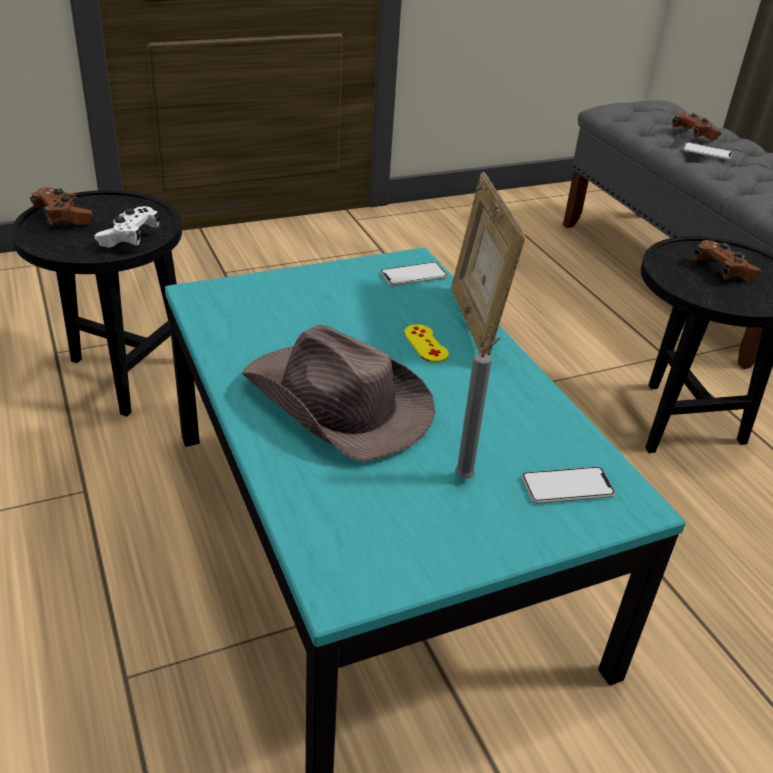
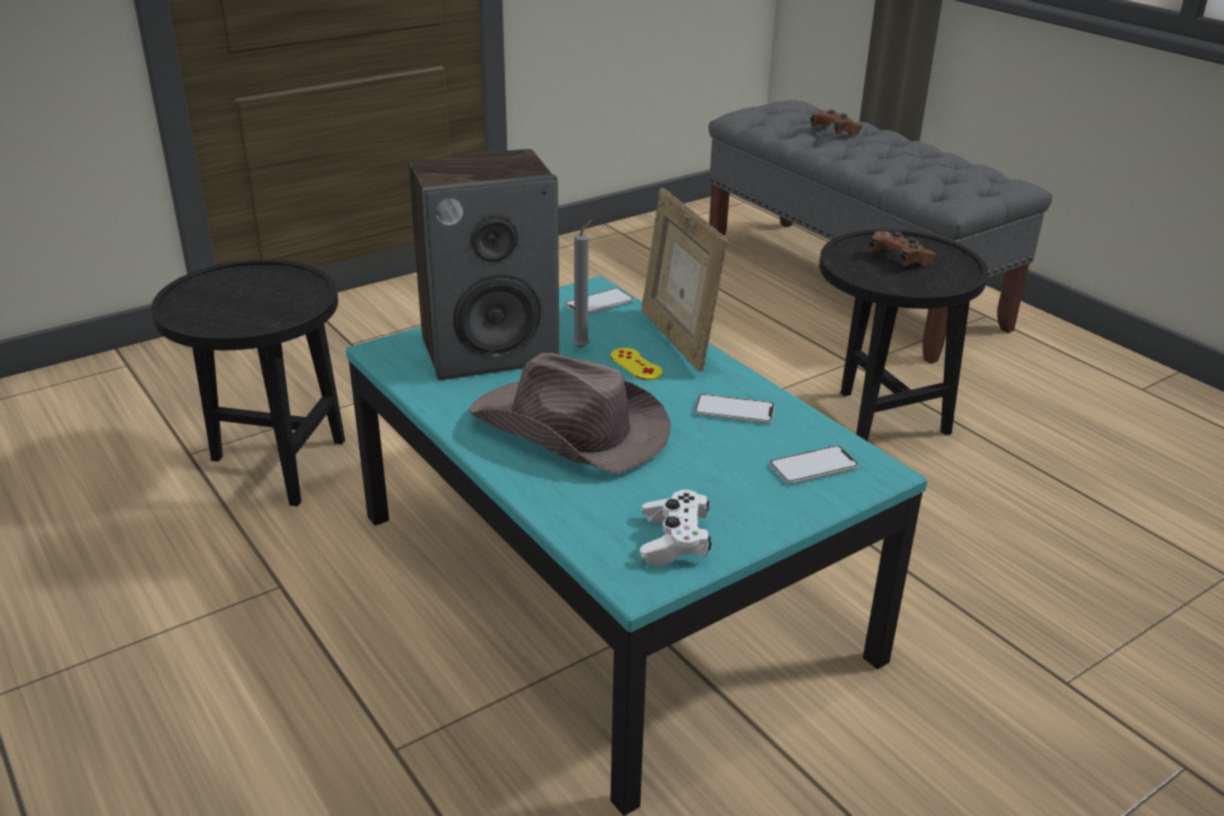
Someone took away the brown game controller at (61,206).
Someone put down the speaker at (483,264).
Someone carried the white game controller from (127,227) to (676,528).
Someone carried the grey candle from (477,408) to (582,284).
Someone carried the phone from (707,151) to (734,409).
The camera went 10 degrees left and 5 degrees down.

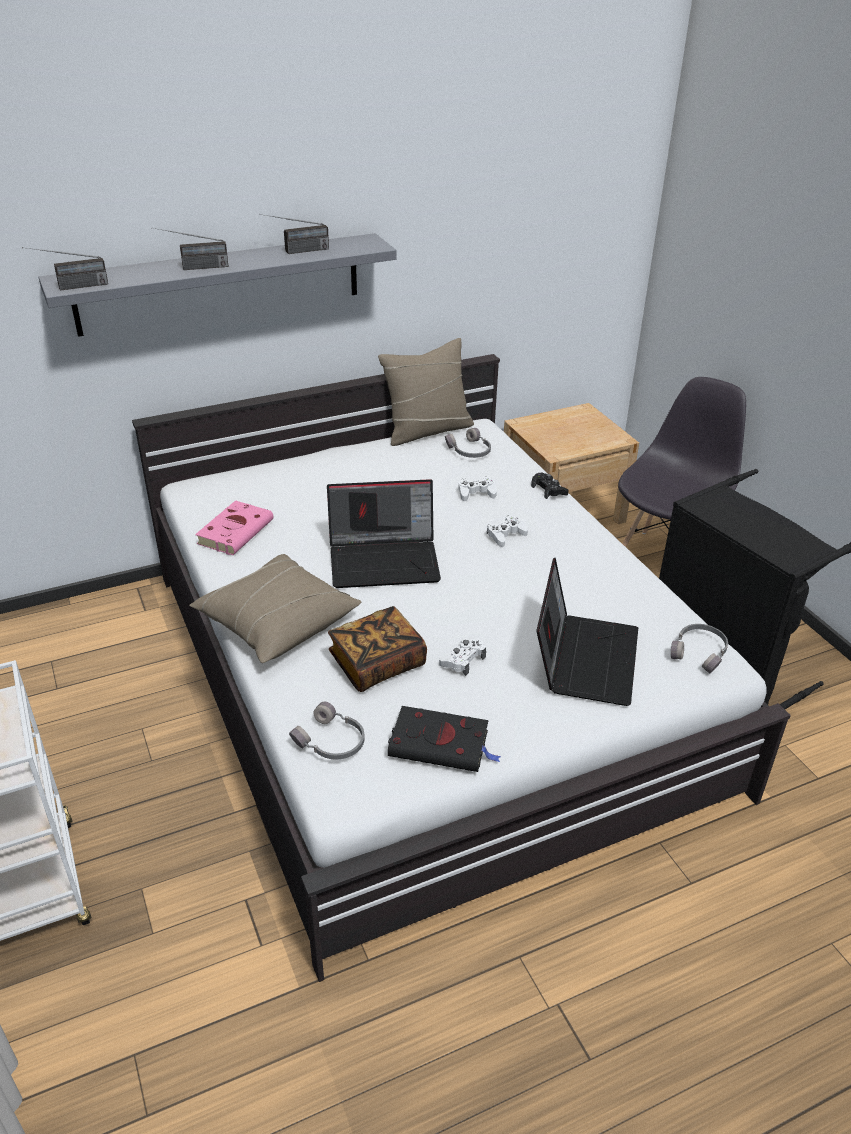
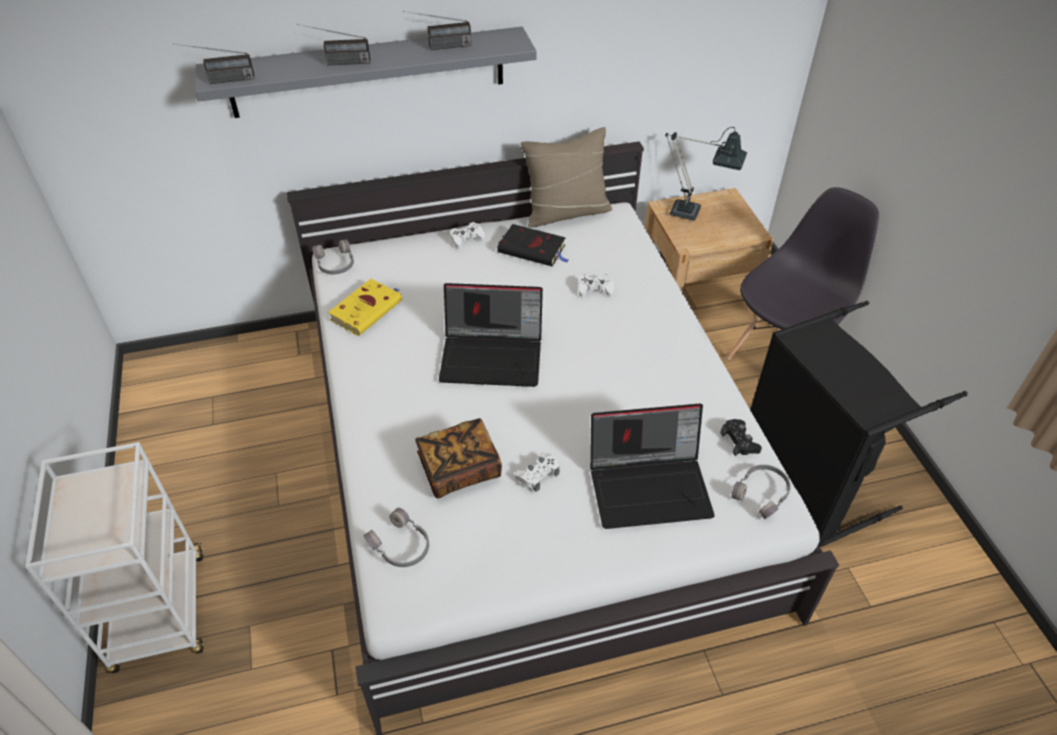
Someone took away the beige pillow at (275,608).
Someone put down the table lamp at (706,173).
Someone carried the black book from (444,739) to (532,245).
Someone carried the grey headphones from (468,443) to (333,256).
Someone carried the white game controller from (507,531) to (467,235).
Someone carried the black game controller from (550,485) to (741,437).
Someone repainted the pink book at (234,527), which became the yellow book at (365,307).
Someone rotated the laptop at (587,632) by 60 degrees clockwise.
The camera went 10 degrees right and 10 degrees up.

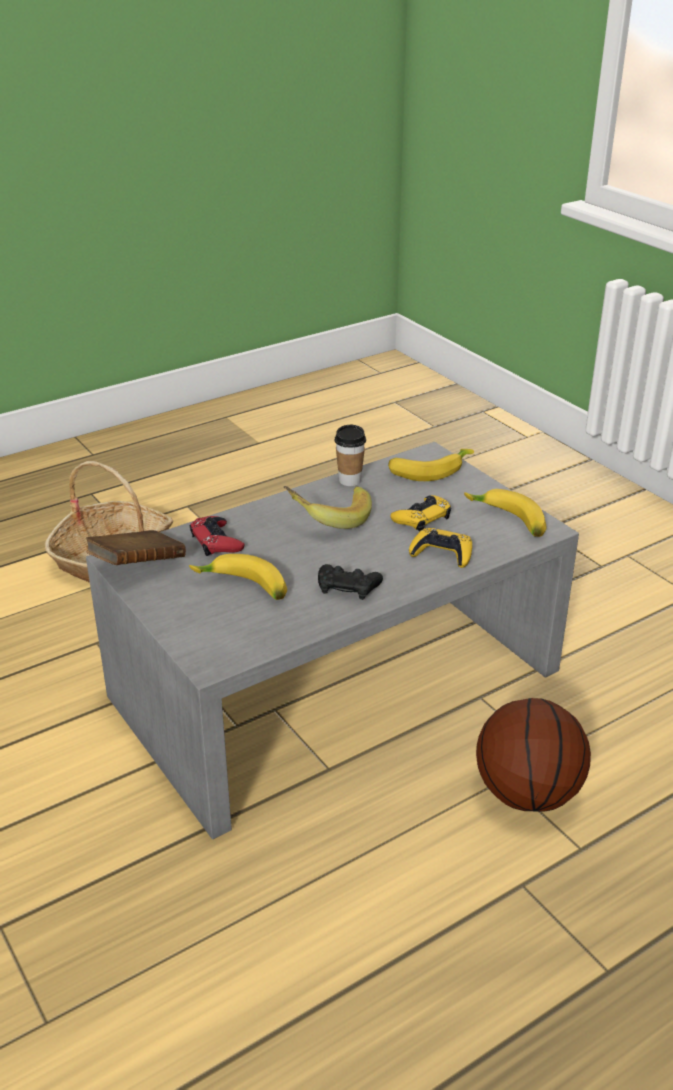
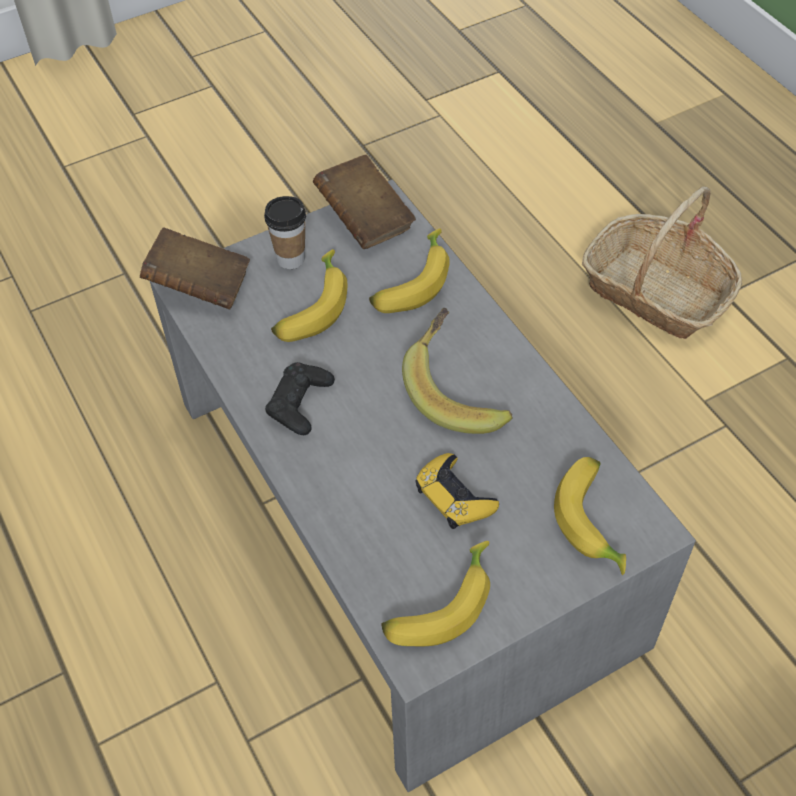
Someone took away the yellow game controller at (440,548).
Someone took away the basketball at (533,755).
Someone put down the brown book at (195,268).
Someone carried the cup from (350,455) to (285,232).
Someone swapped the red game controller at (217,536) for the banana at (409,270).
The camera went 95 degrees right and 20 degrees up.

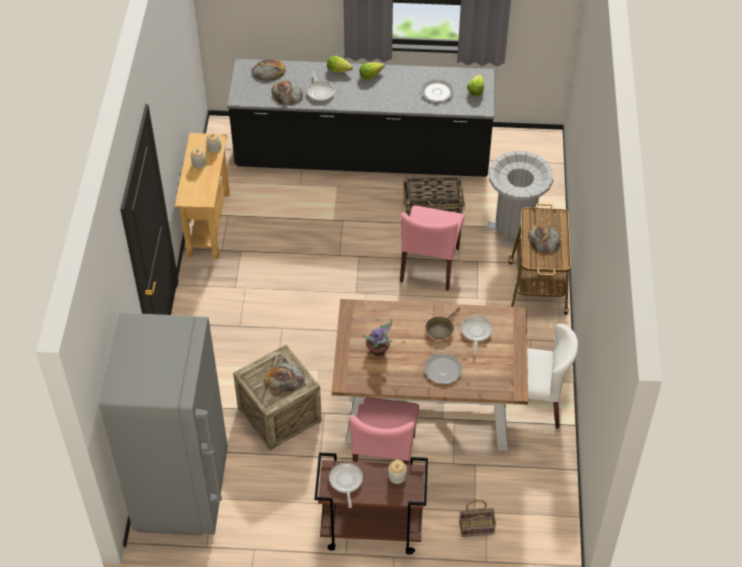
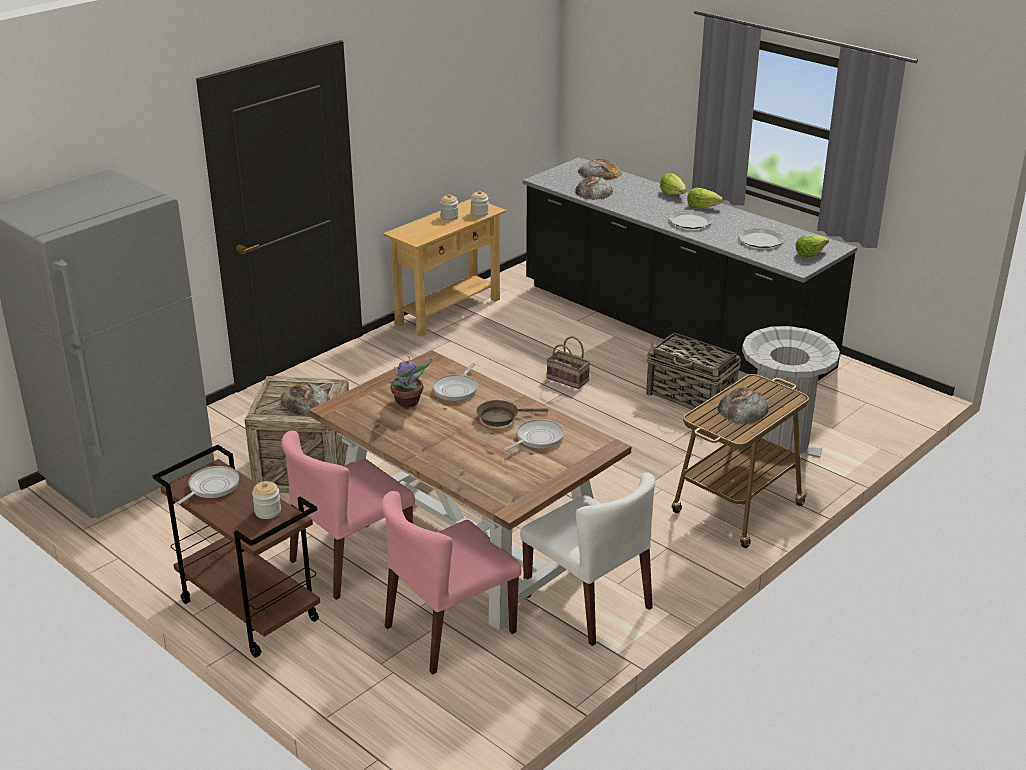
Someone carried the frying pan from (321,86) to (455,382).
Someone carried the pink chair from (432,248) to (452,583).
Someone carried the plate from (443,368) to (690,219).
Someone carried the basket from (477,518) to (568,362).
The camera went 40 degrees right and 20 degrees down.

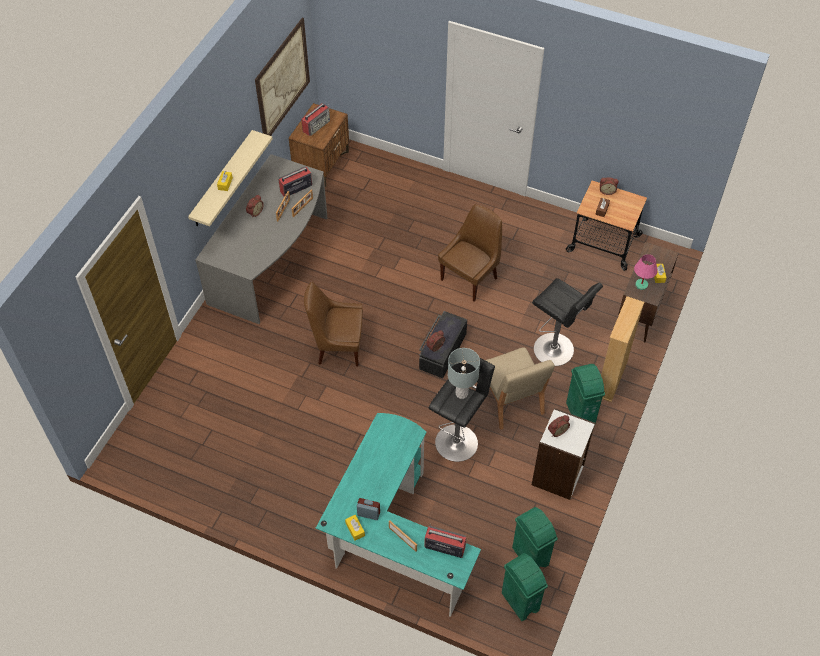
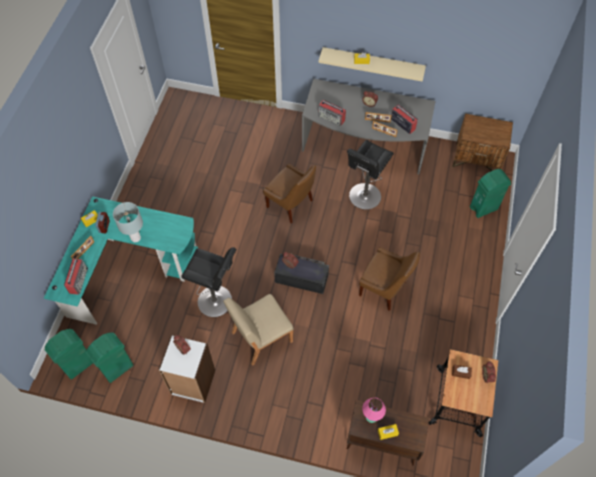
Someone took away the picture at (282,77).
Someone took away the beige bookcase at (622,349).
Someone carried the radio from (315,119) to (332,113).
Someone carried the grey table lamp from (464,373) to (128,222).
Someone carried the black stool from (567,322) to (370,175).
Someone carried the green trash can from (585,394) to (490,193).
Someone rotated the brown chair at (333,324) by 135 degrees clockwise.
The camera went 80 degrees right and 5 degrees up.

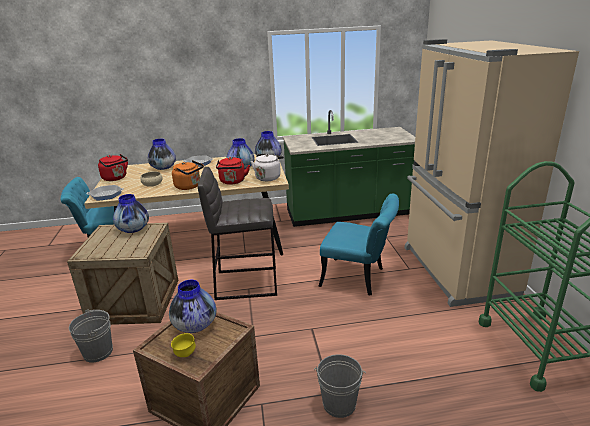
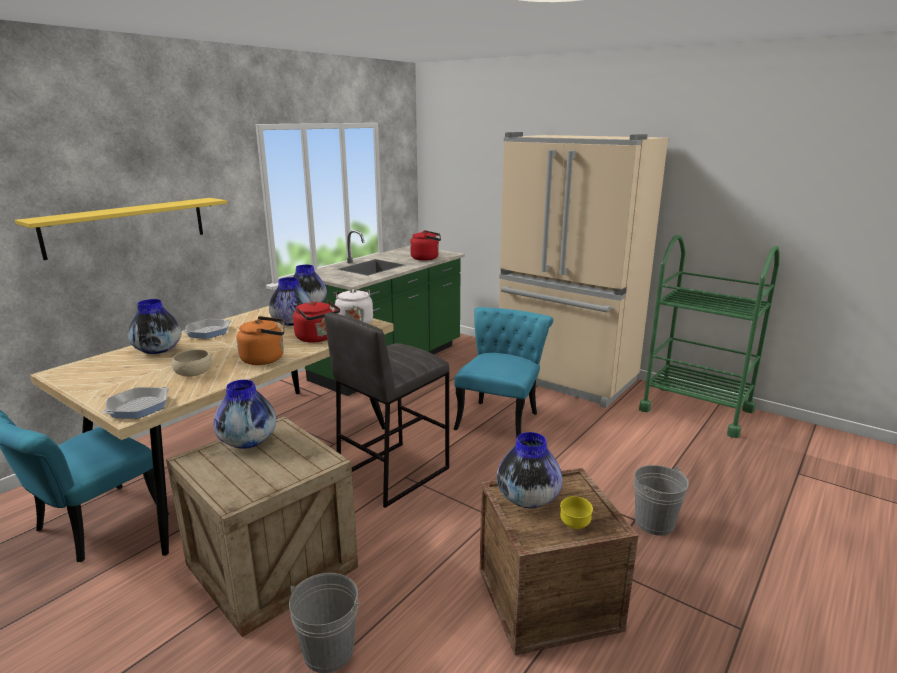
Someone put up the yellow shelf at (121,229).
Someone carried the red kettle from (113,167) to (425,245).
Someone rotated the turquoise chair at (358,244) by 45 degrees counterclockwise.
The camera went 45 degrees left and 5 degrees down.

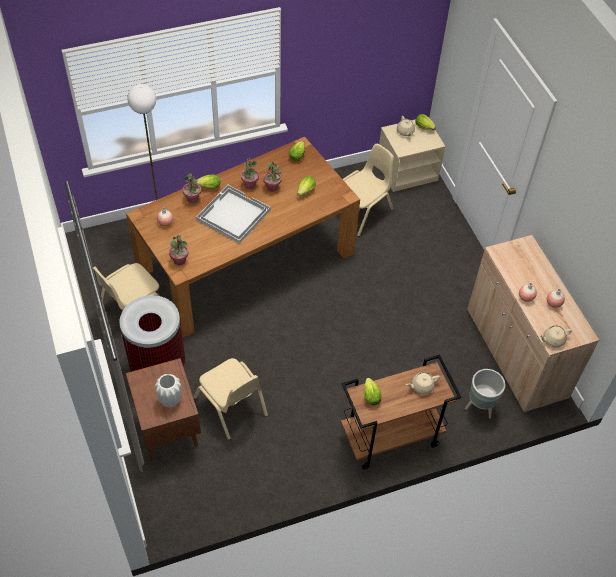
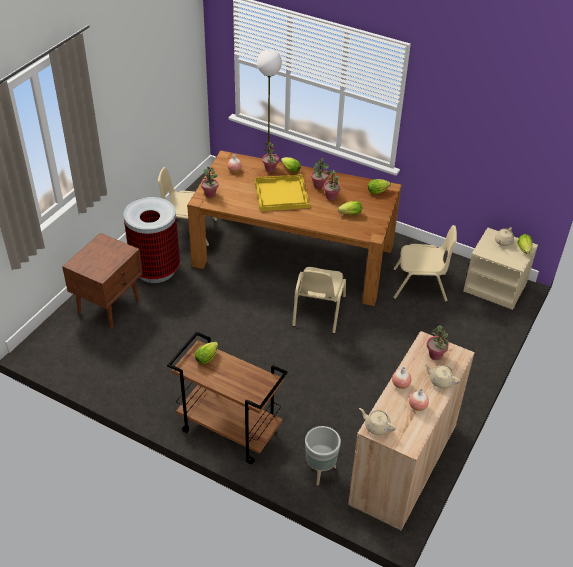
Someone took away the white vase at (168,390).
Someone put down the potted plant at (438,342).
Someone carried the beige chair from (231,399) to (319,300).
Someone carried the beige teapot from (423,383) to (442,375).
Someone repainted the white tray at (233,214), which became the yellow tray at (282,192).
The camera went 50 degrees right and 10 degrees down.

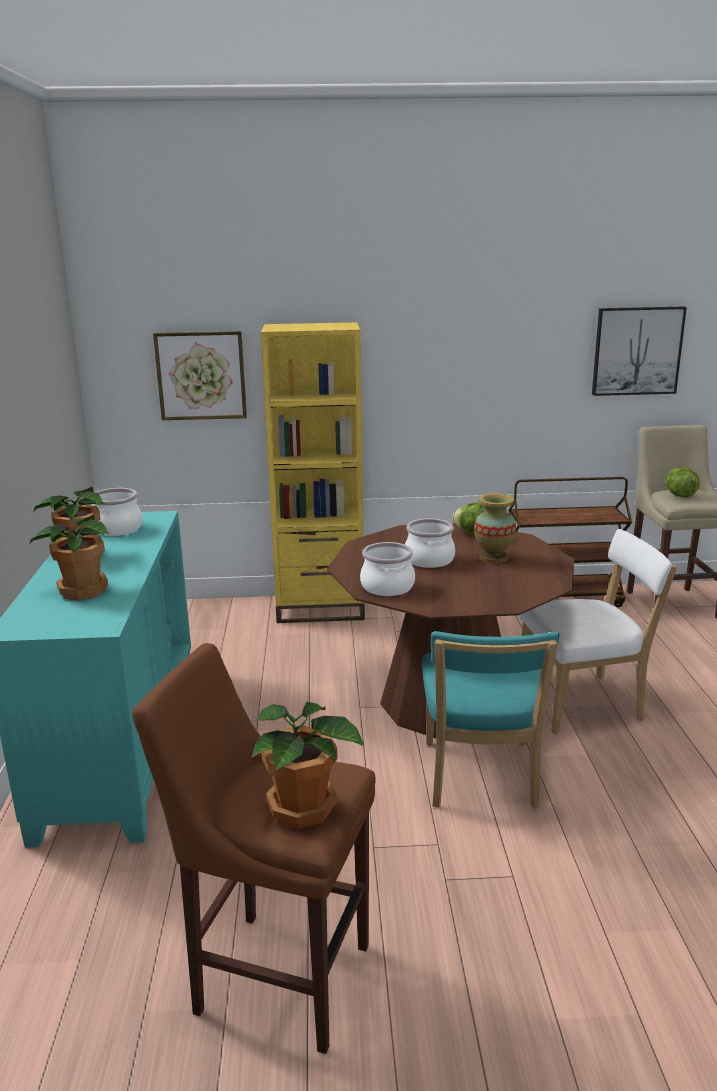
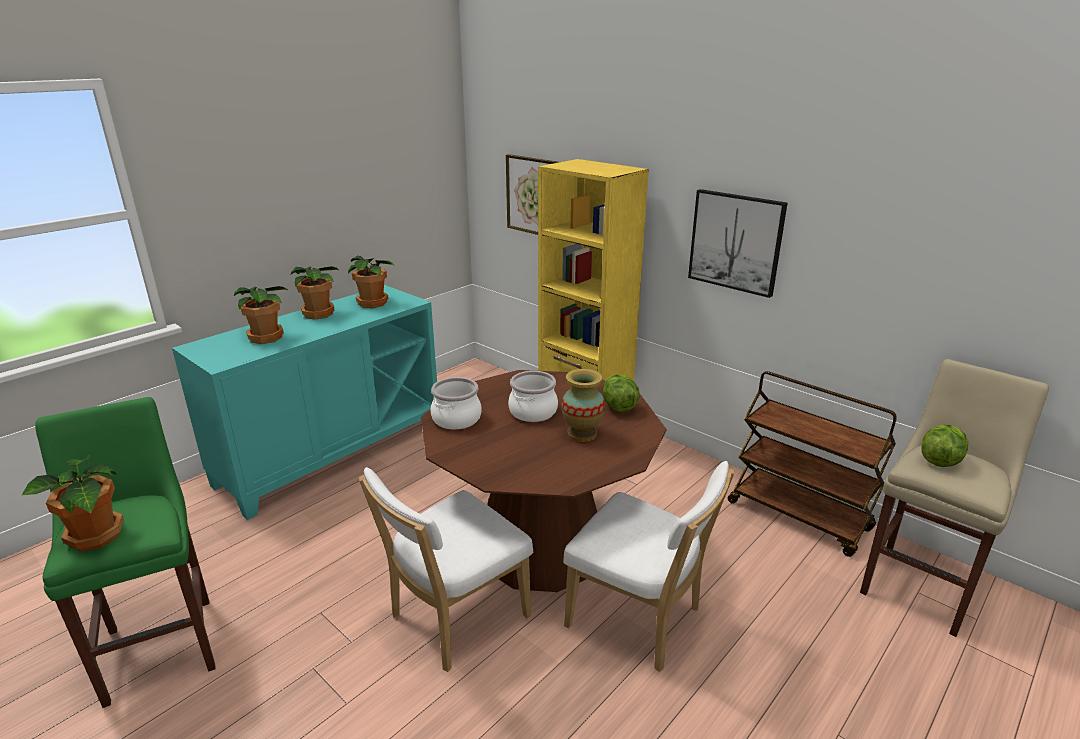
Someone carried the picture from (639,351) to (737,243).
Someone swapped the cooking pot at (116,512) for the potted plant at (371,281).
Someone repainted the brown stool at (254,848), which became the green stool at (125,552).
Someone repainted the turquoise chair at (491,720), which became the white chair at (445,569).
The camera went 45 degrees right and 5 degrees up.

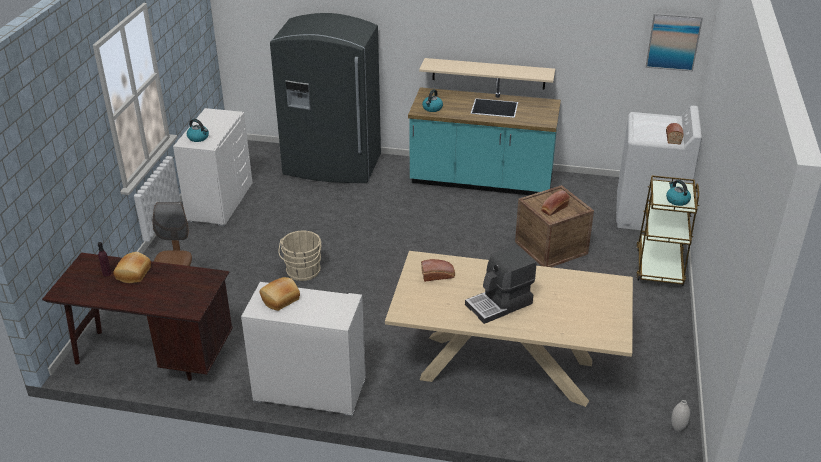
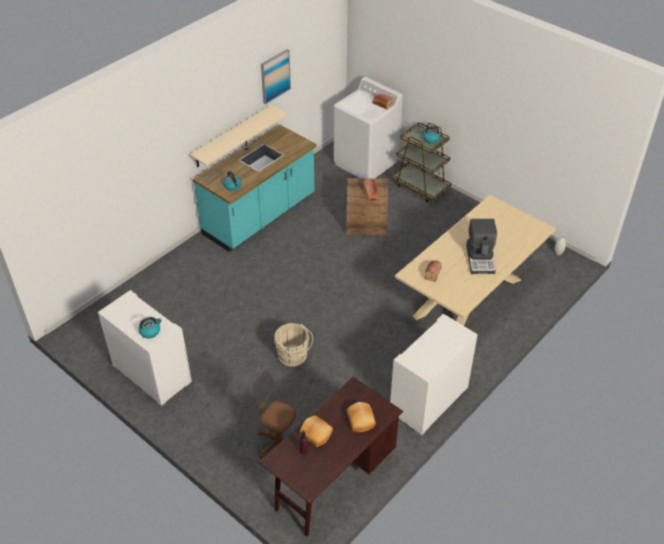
Someone took away the grey fridge at (325,98).
Someone carried the bread from (280,294) to (361,417).
Someone carried the picture from (674,42) to (276,77).
The camera went 60 degrees left and 10 degrees up.

